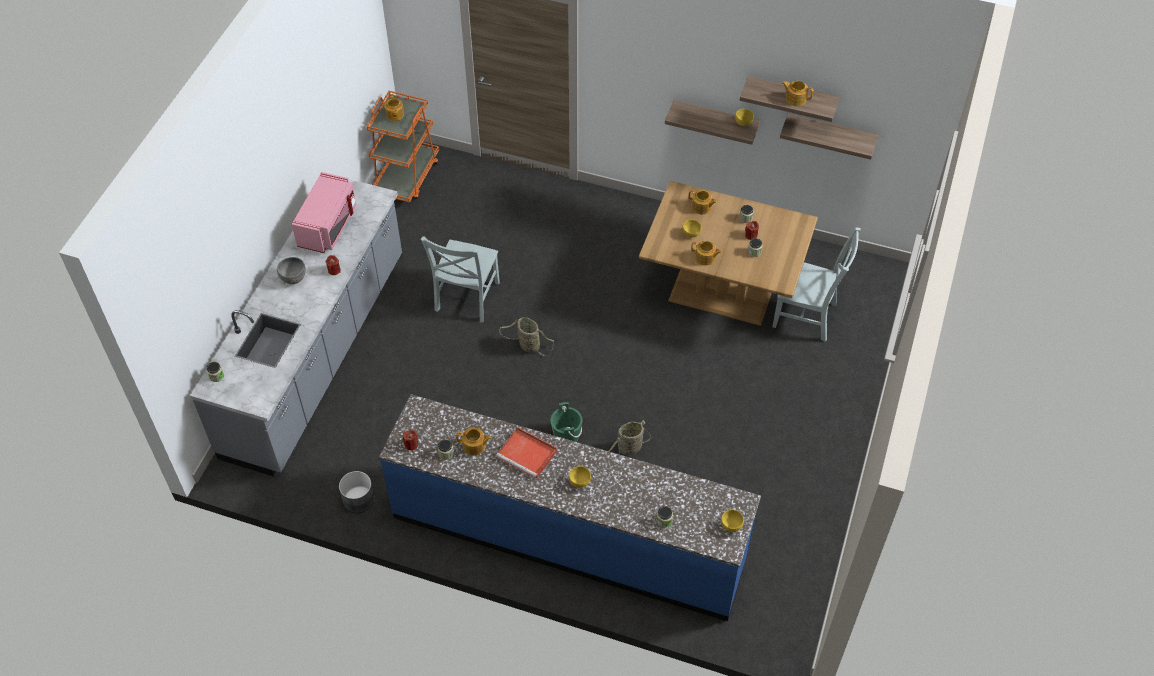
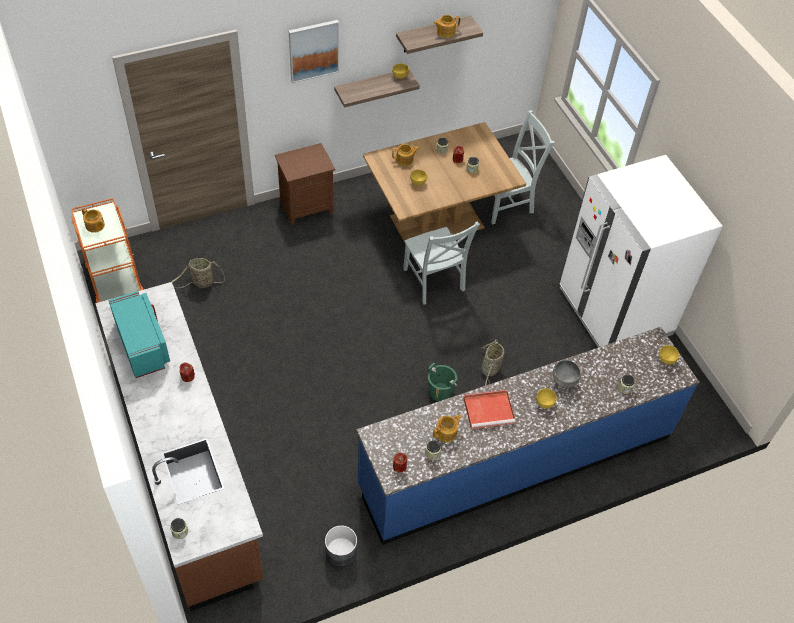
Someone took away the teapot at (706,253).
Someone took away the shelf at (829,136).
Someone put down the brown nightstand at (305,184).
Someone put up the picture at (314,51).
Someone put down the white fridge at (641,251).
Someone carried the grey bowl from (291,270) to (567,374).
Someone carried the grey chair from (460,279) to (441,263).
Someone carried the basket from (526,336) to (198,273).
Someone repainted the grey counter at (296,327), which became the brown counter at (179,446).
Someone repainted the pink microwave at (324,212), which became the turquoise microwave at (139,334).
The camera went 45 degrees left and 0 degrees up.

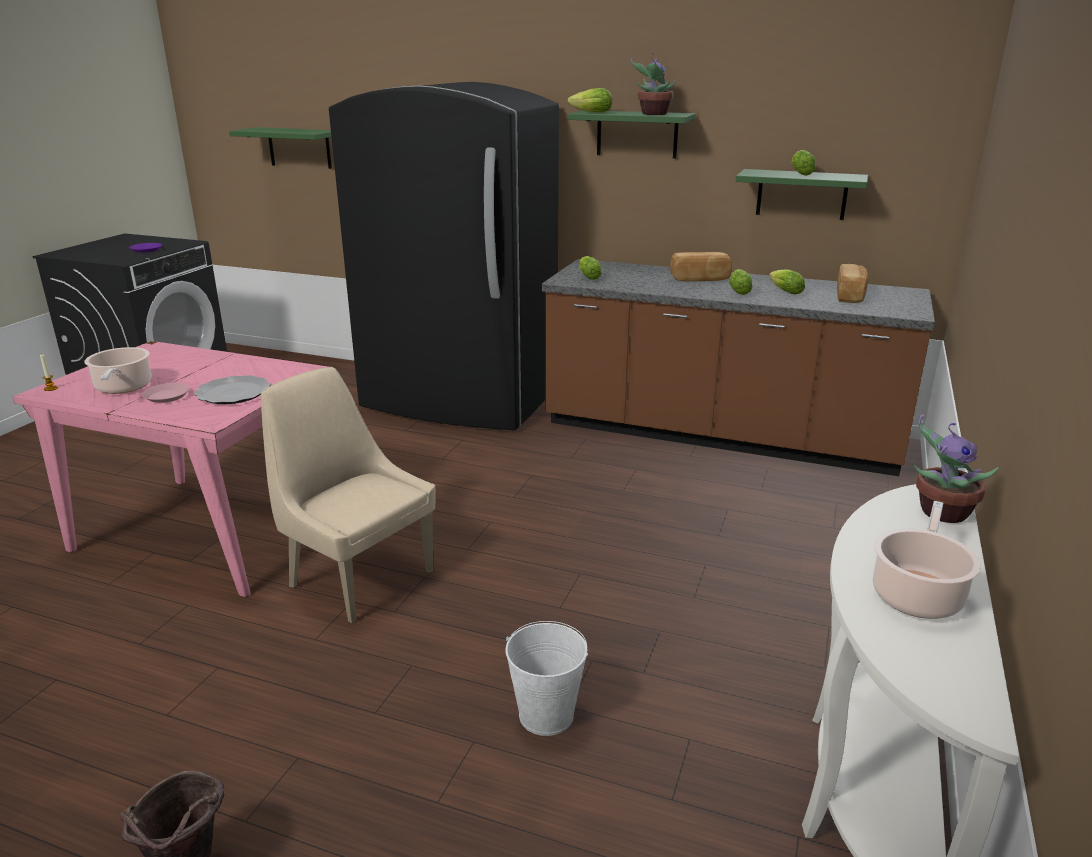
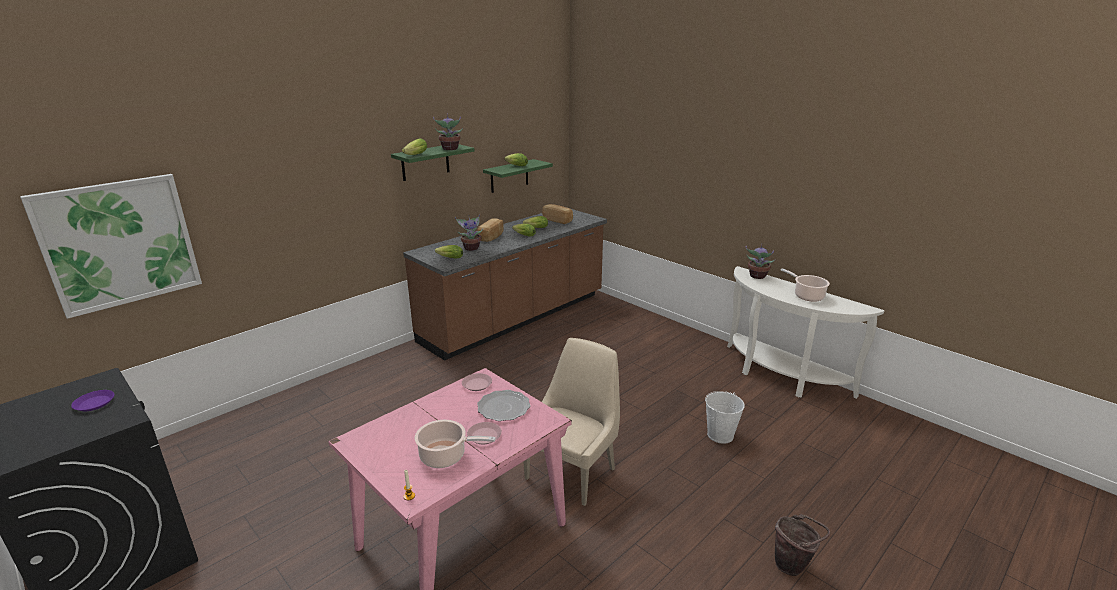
Someone took away the black fridge at (444,256).
Someone put down the potted plant at (469,232).
Someone put down the pink plate at (477,382).
Someone swapped the green shelf at (280,148) for the picture at (111,246).
Someone rotated the beige chair at (348,495) by 150 degrees clockwise.
The camera went 65 degrees left and 0 degrees up.

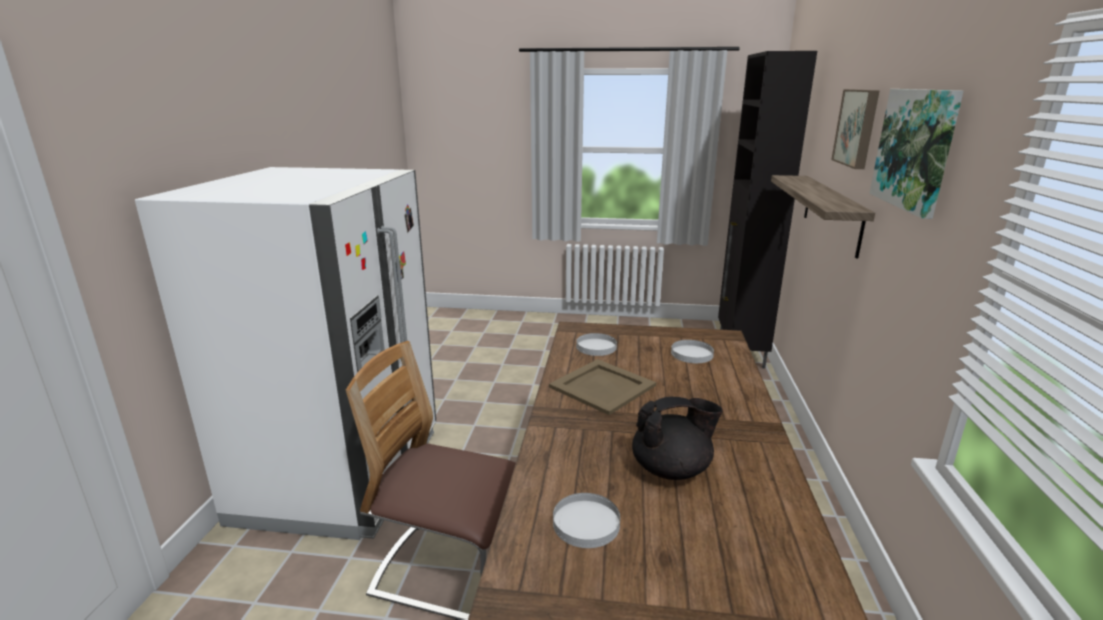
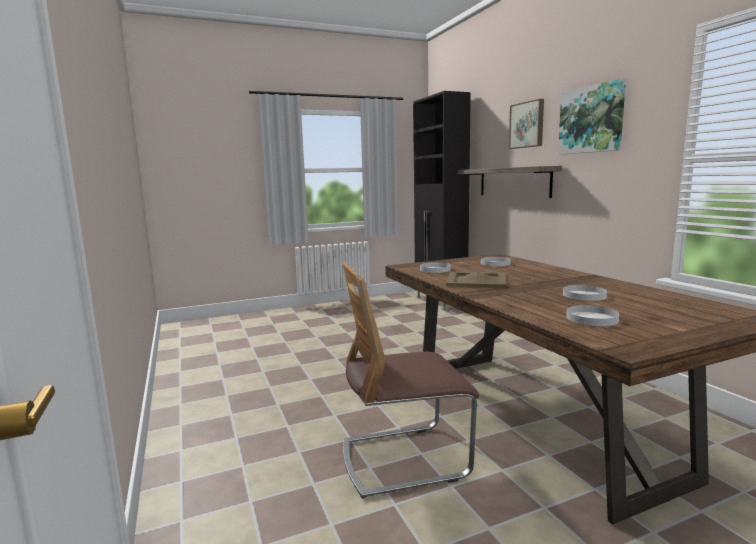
Someone took away the white fridge at (285,353).
Someone swapped the black teapot at (677,438) for the white plate at (585,293).
The camera went 30 degrees left and 10 degrees down.

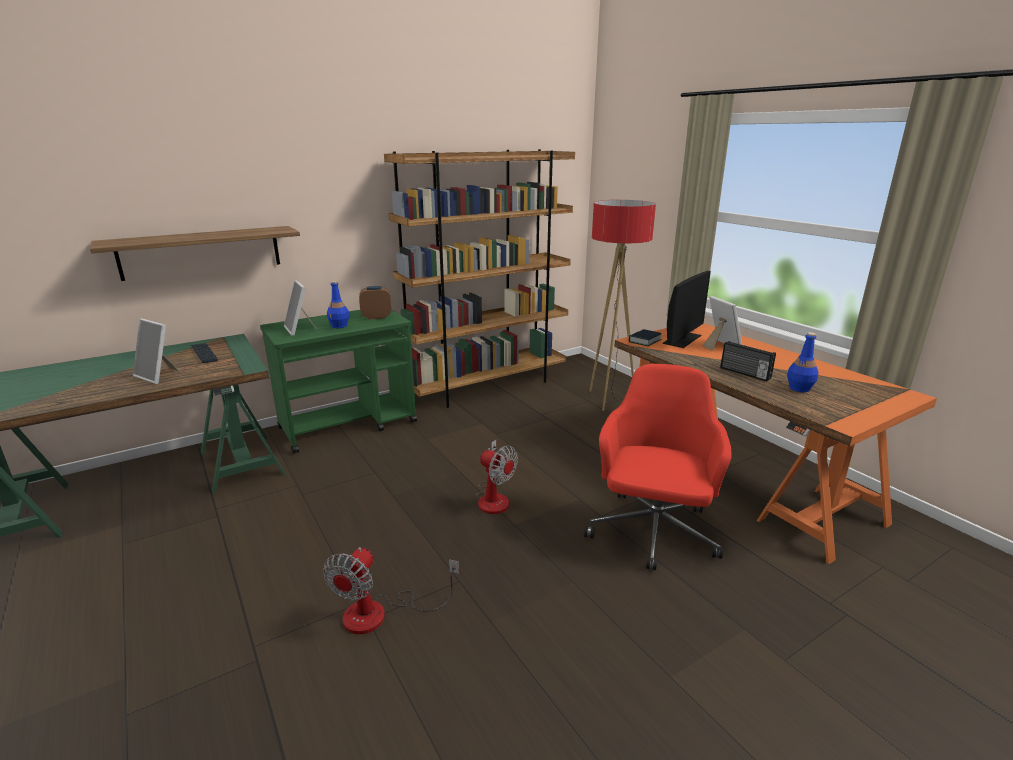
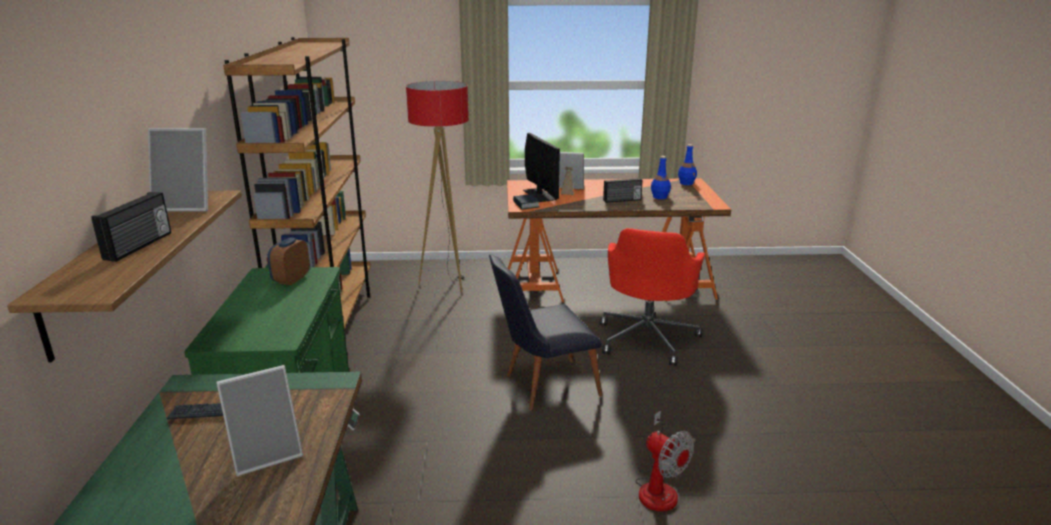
Someone put down the radio at (131,227).
Someone carried the picture frame from (300,308) to (178,170).
Someone carried the blue bottle from (338,304) to (687,164).
Someone swapped the fan at (497,477) for the black chair at (545,332).
Someone rotated the red office chair at (658,467) by 120 degrees counterclockwise.
The camera went 60 degrees left and 0 degrees up.

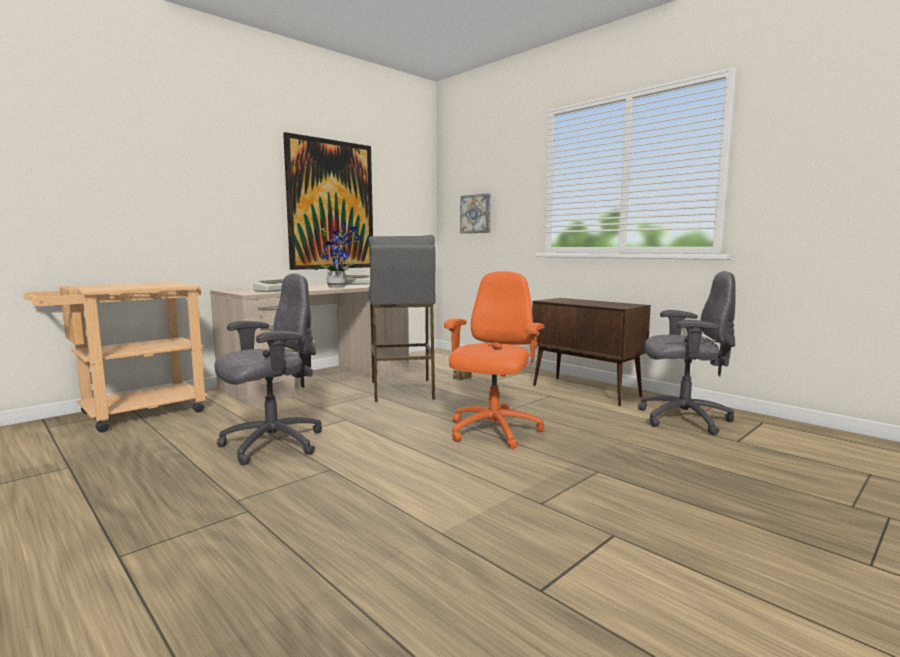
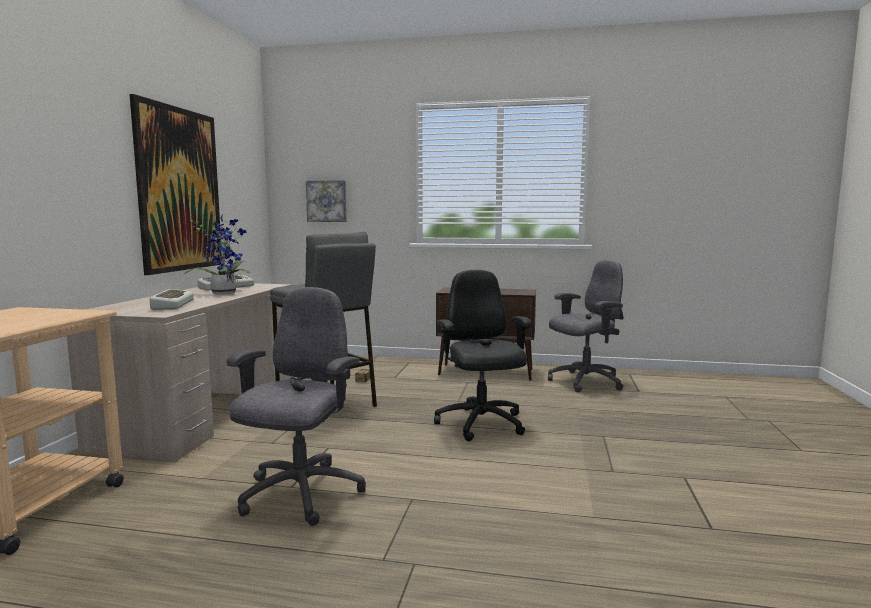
Someone repainted the orange office chair at (494,360), which became the black office chair at (483,355).
The camera went 35 degrees left and 0 degrees up.

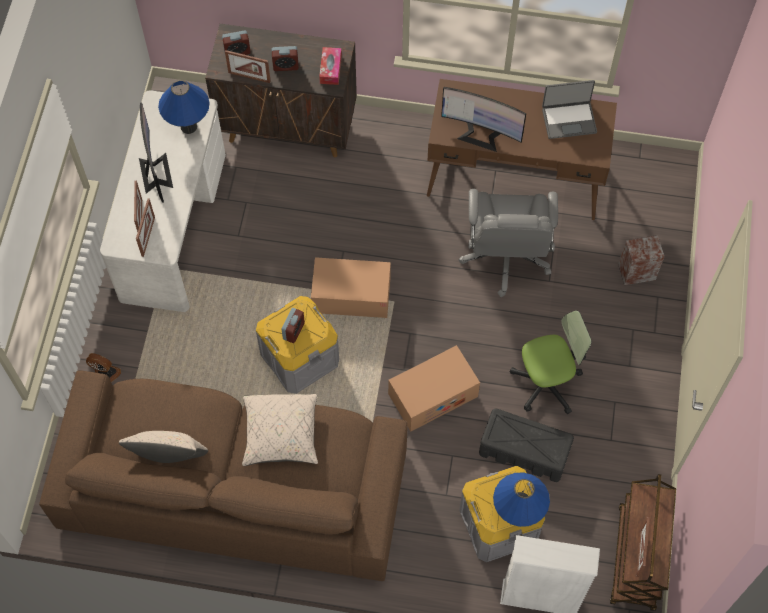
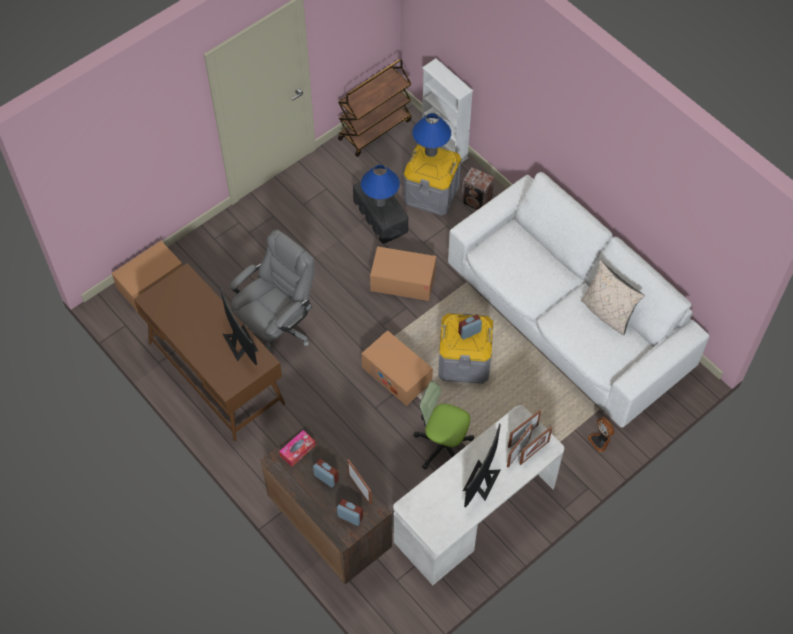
Someone took away the beige pillow at (280,430).
Someone took away the laptop at (569,109).
Someone put down the cardboard box at (147,276).
Someone carried the blue table lamp from (184,107) to (380,185).
Someone carried the office chair from (551,362) to (443,425).
Someone carried the speaker from (641,260) to (477,189).
Someone carried the picture frame from (643,547) to (535,445).
Someone repainted the brown sofa at (223,475), which became the white sofa at (578,300).
The camera went 140 degrees left and 5 degrees down.

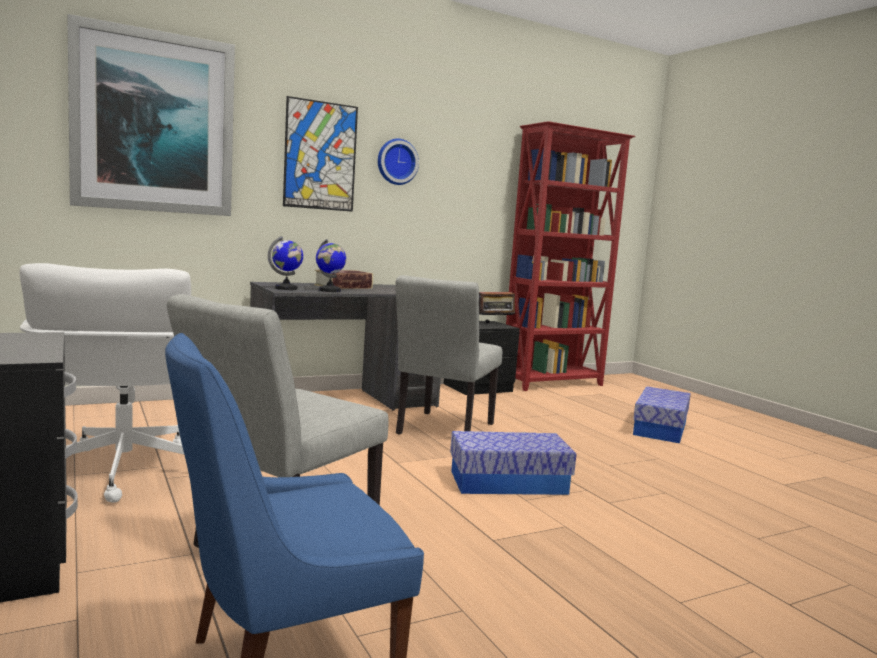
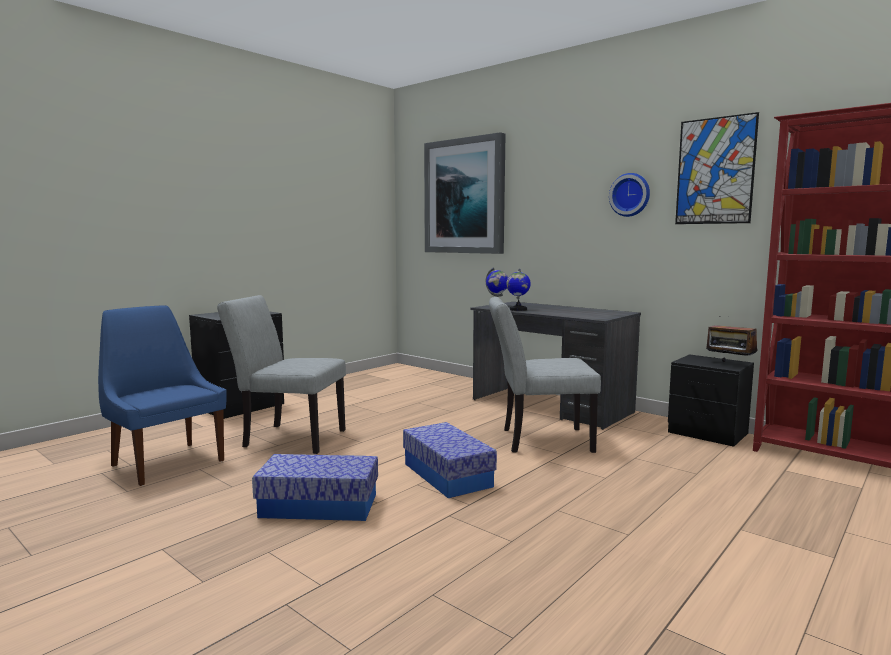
Someone took away the white office chair at (105,383).
Someone took away the book at (343,279).
Someone carried the picture from (320,154) to (717,168).
Someone carried the storage box from (662,414) to (315,487).
The camera went 70 degrees right and 0 degrees up.

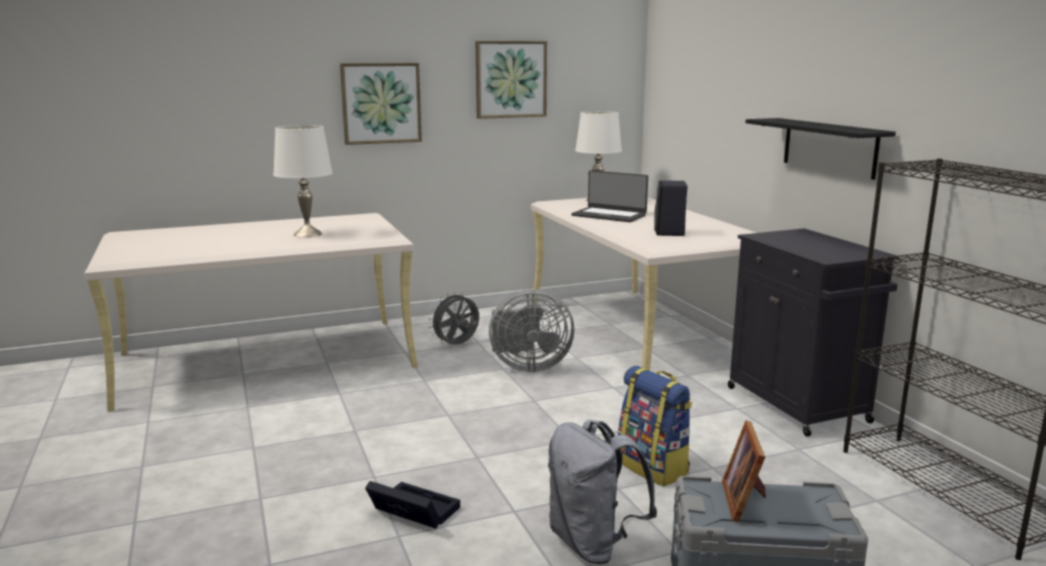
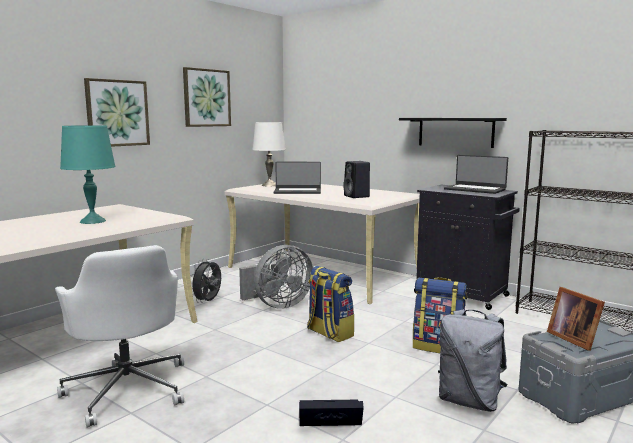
Someone put down the white office chair at (119,336).
Someone put down the backpack at (330,304).
Someone put down the laptop at (476,174).
Someone repainted the white table lamp at (303,181), which became the turquoise table lamp at (88,174).
The camera went 30 degrees left and 5 degrees down.

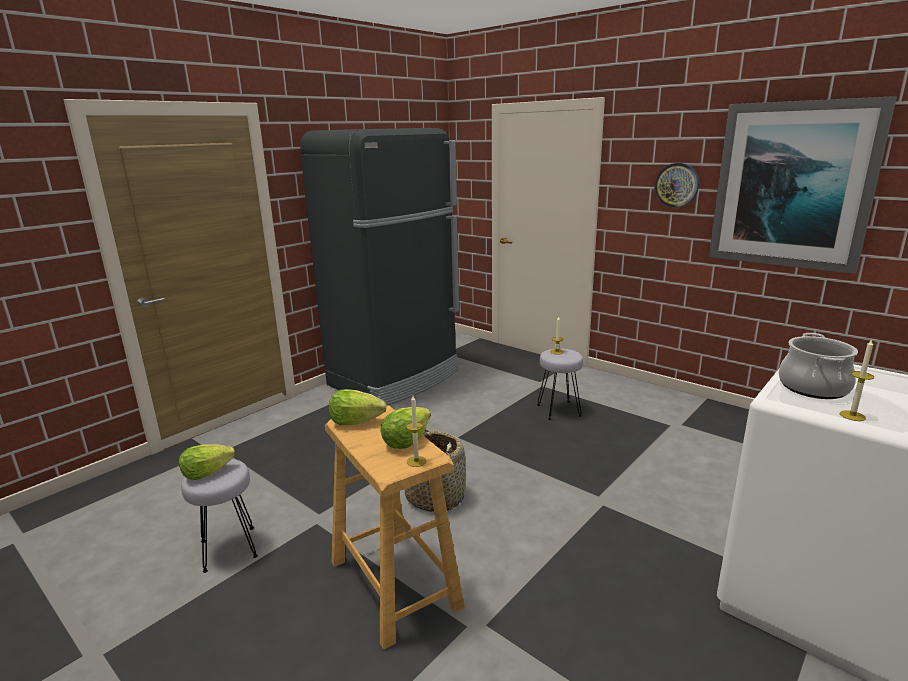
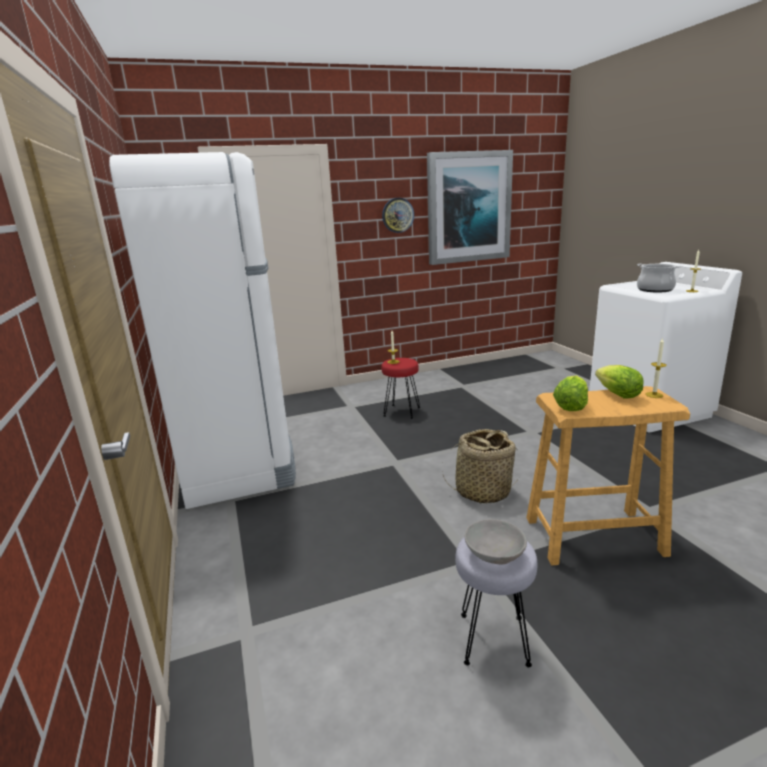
Someone swapped the lettuce at (207,462) for the grey bowl at (496,541).
Someone repainted the black fridge at (379,266), which became the white fridge at (202,330).
Someone repainted the grey stool at (560,384), which became the red stool at (400,388).
The camera went 60 degrees left and 0 degrees up.

